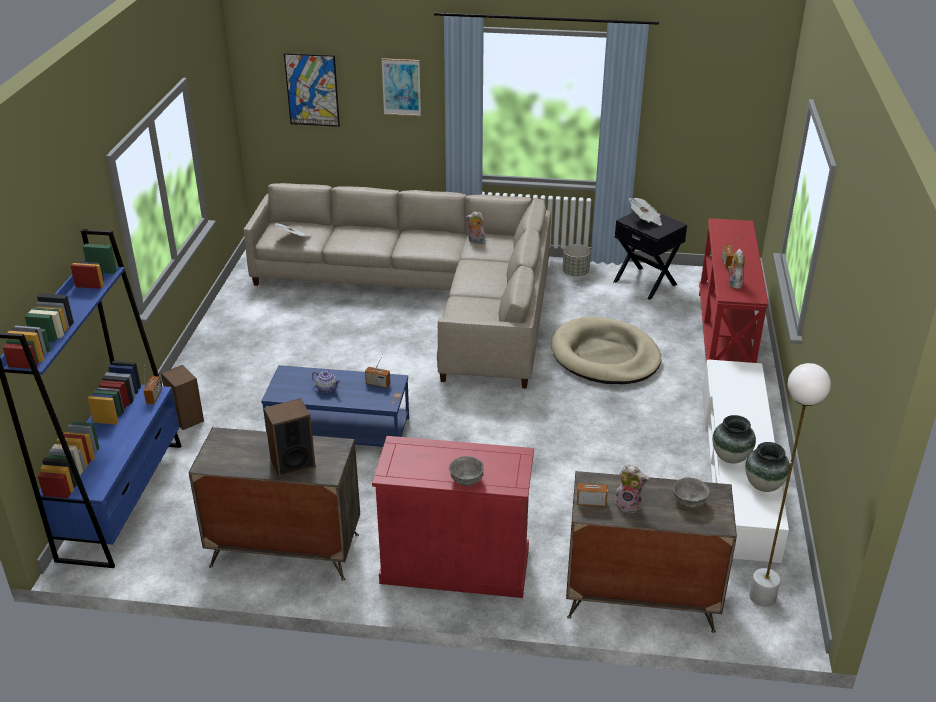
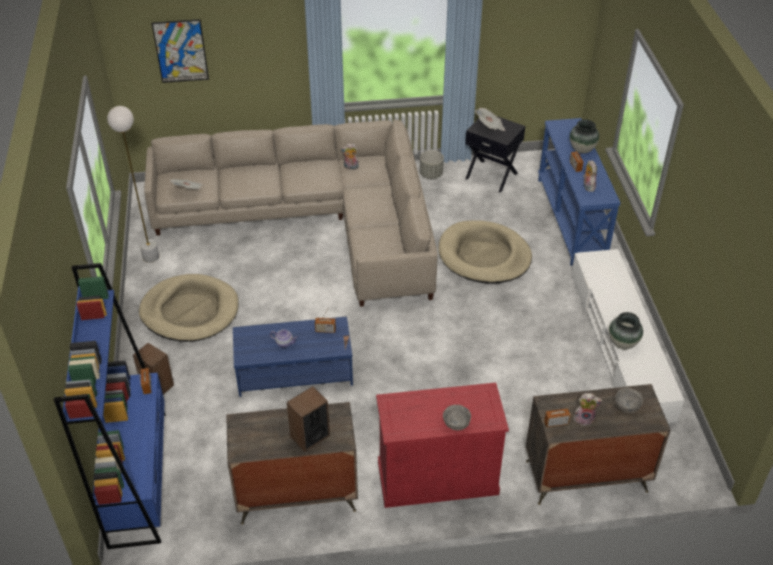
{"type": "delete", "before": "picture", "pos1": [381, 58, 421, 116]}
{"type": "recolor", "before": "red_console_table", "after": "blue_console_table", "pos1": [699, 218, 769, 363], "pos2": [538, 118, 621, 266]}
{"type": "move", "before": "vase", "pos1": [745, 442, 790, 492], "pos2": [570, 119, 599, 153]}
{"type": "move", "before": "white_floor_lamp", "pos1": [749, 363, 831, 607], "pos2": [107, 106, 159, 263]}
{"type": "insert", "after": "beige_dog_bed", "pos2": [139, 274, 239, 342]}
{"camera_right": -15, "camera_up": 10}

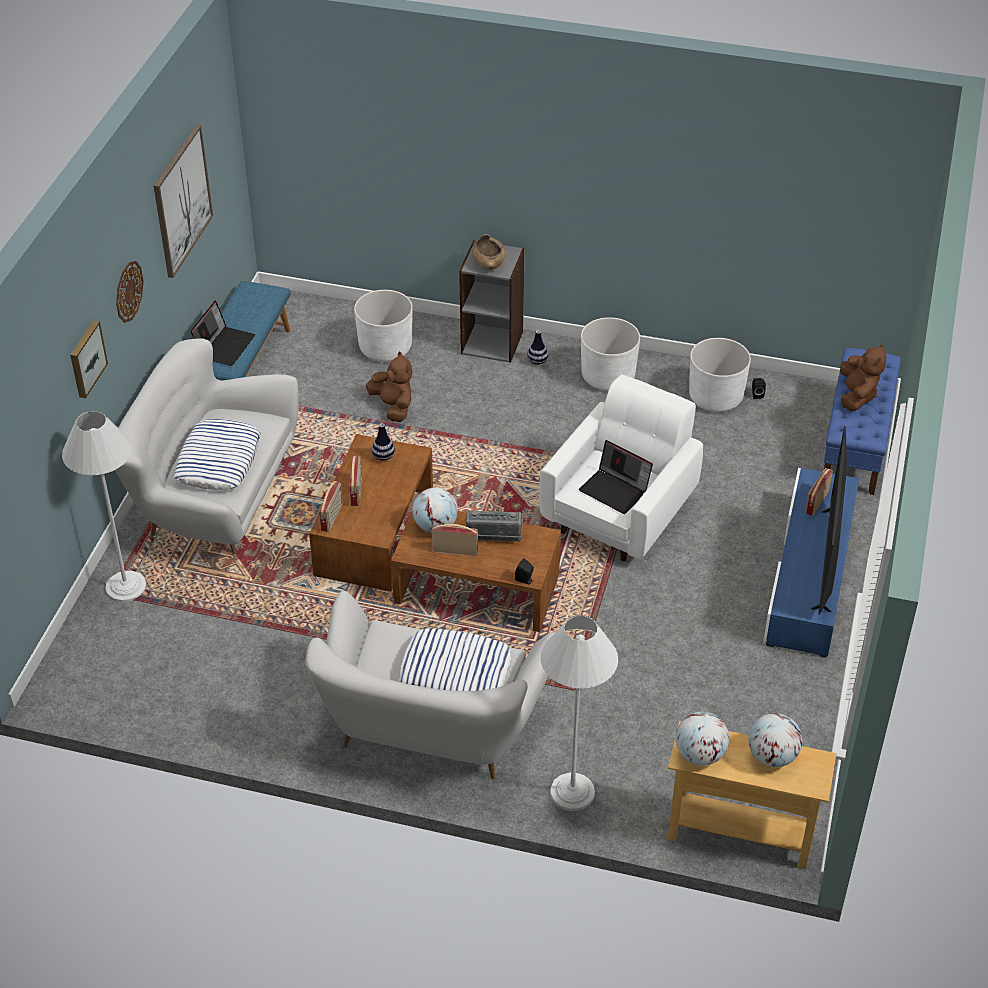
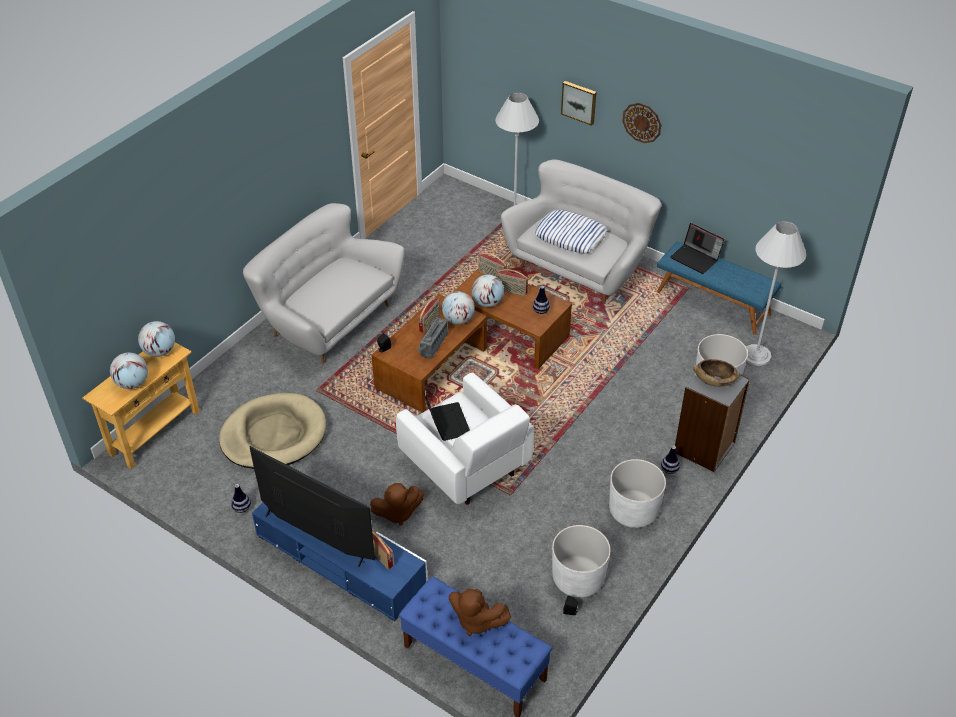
{"type": "delete", "before": "picture", "pos1": [154, 124, 213, 278]}
{"type": "move", "before": "brown_plush_toy", "pos1": [366, 352, 412, 422], "pos2": [370, 483, 424, 526]}
{"type": "delete", "before": "pillow", "pos1": [399, 629, 511, 691]}
{"type": "move", "before": "white_floor_lamp", "pos1": [541, 615, 618, 811], "pos2": [746, 221, 806, 366]}
{"type": "rotate", "before": "laptop", "pos1": [579, 440, 653, 514], "pos2": [423, 391, 470, 441], "turn": 105}
{"type": "insert", "after": "beige_dog_bed", "pos2": [219, 393, 326, 469]}
{"type": "insert", "after": "vase", "pos2": [231, 484, 251, 513]}
{"type": "insert", "after": "globe", "pos2": [472, 275, 504, 307]}
{"camera_right": 110, "camera_up": 0}

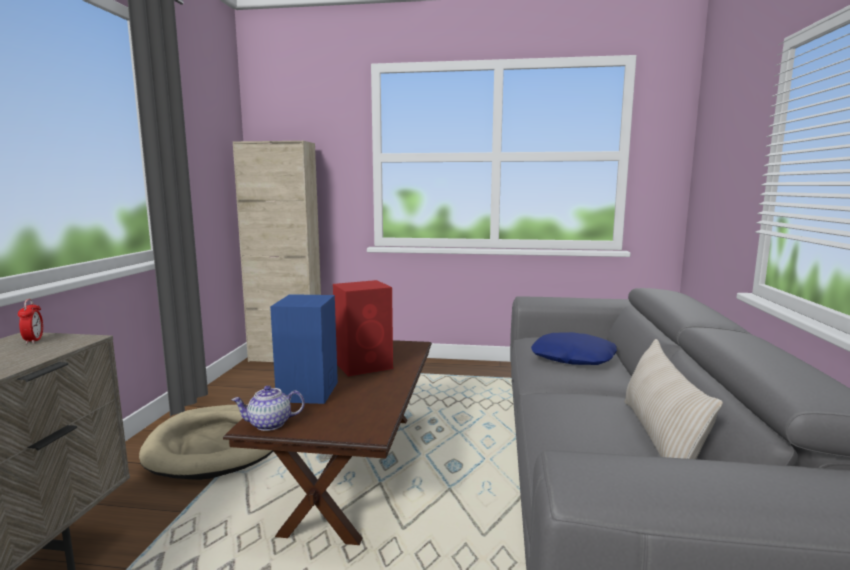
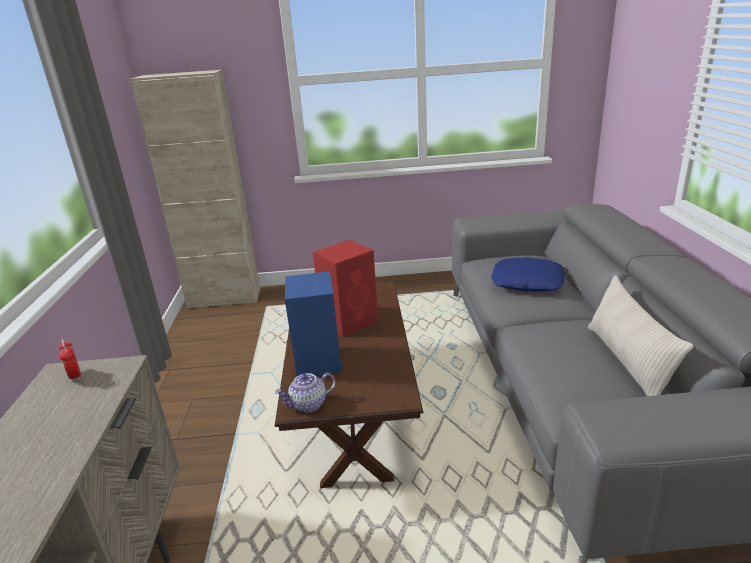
{"type": "delete", "before": "beige_dog_bed", "pos1": [139, 405, 273, 480]}
{"camera_right": -10, "camera_up": 15}

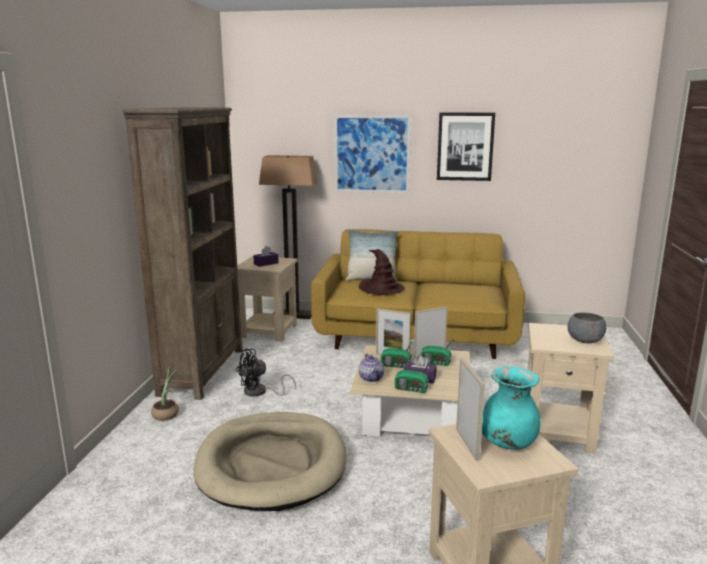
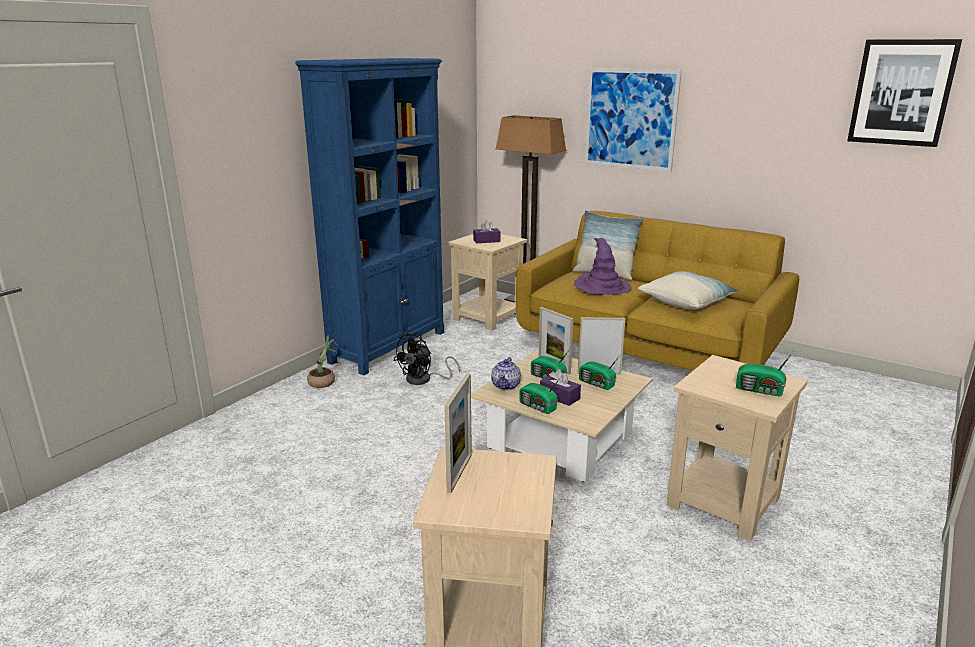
{"type": "recolor", "before": "brown_bookcase", "after": "blue_bookcase", "pos1": [122, 107, 243, 400], "pos2": [295, 58, 444, 375]}
{"type": "delete", "before": "beige_dog_bed", "pos1": [193, 412, 347, 511]}
{"type": "rotate", "before": "black_fan", "pos1": [236, 349, 296, 397], "pos2": [394, 333, 460, 385], "turn": -45}
{"type": "recolor", "before": "brown_hat", "after": "purple_hat", "pos1": [359, 249, 405, 295], "pos2": [574, 238, 631, 295]}
{"type": "move", "before": "picture", "pos1": [437, 112, 495, 181], "pos2": [847, 39, 962, 147]}
{"type": "delete", "before": "turquoise_vase", "pos1": [482, 366, 540, 450]}
{"type": "replace", "before": "grey_bowl", "after": "radio", "pos1": [568, 312, 606, 343], "pos2": [736, 351, 794, 397]}
{"type": "insert", "after": "pillow", "pos2": [638, 271, 739, 310]}
{"camera_right": 25, "camera_up": 5}

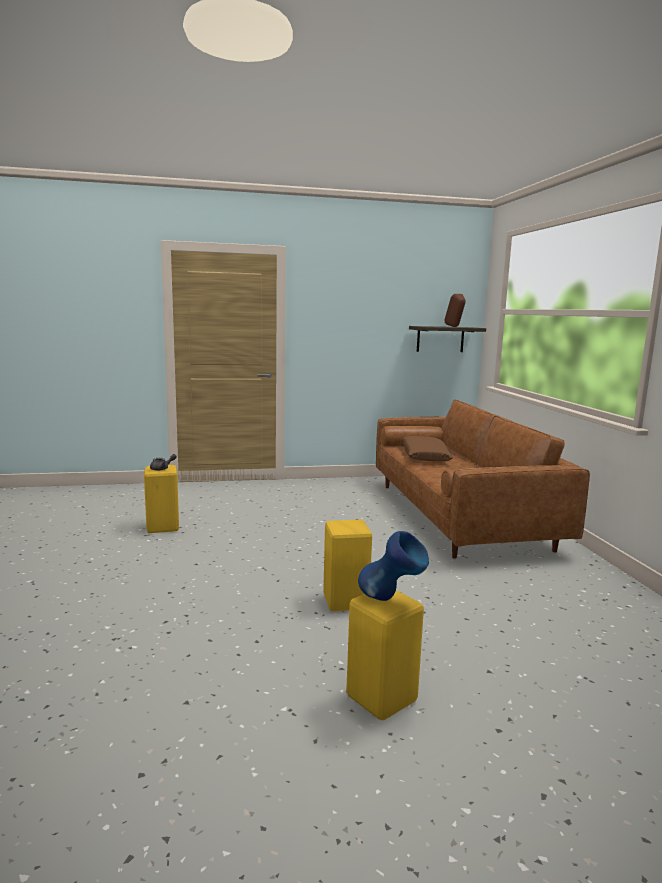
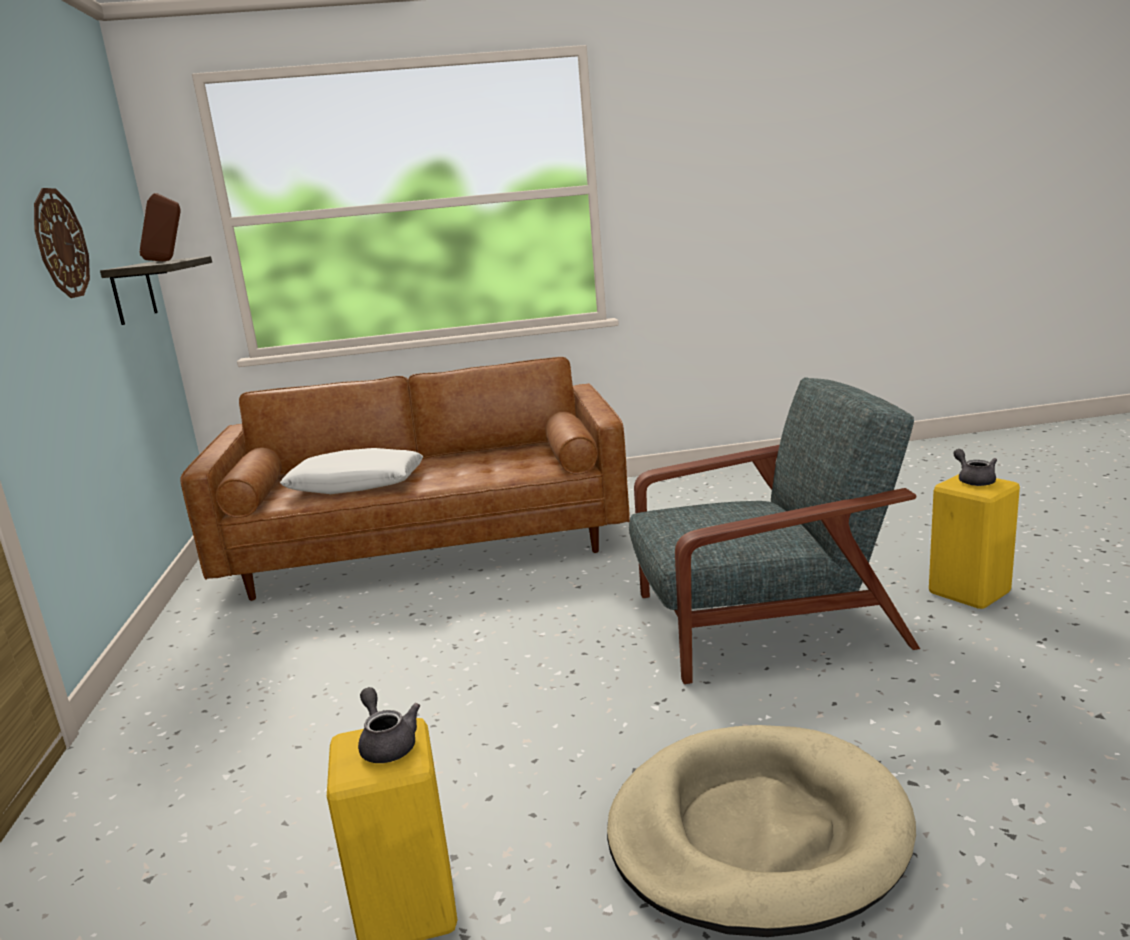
{"type": "replace", "before": "yellow_stool", "after": "grey_armchair", "pos1": [323, 520, 372, 611], "pos2": [629, 377, 920, 684]}
{"type": "replace", "before": "blue_vase", "after": "grey_teapot", "pos1": [358, 531, 429, 601], "pos2": [954, 449, 997, 486]}
{"type": "recolor", "before": "brown_pillow", "after": "white_pillow", "pos1": [401, 436, 453, 462], "pos2": [280, 448, 423, 494]}
{"type": "insert", "after": "wall_clock", "pos2": [34, 188, 90, 298]}
{"type": "insert", "after": "beige_dog_bed", "pos2": [607, 725, 916, 937]}
{"camera_right": -85, "camera_up": 5}

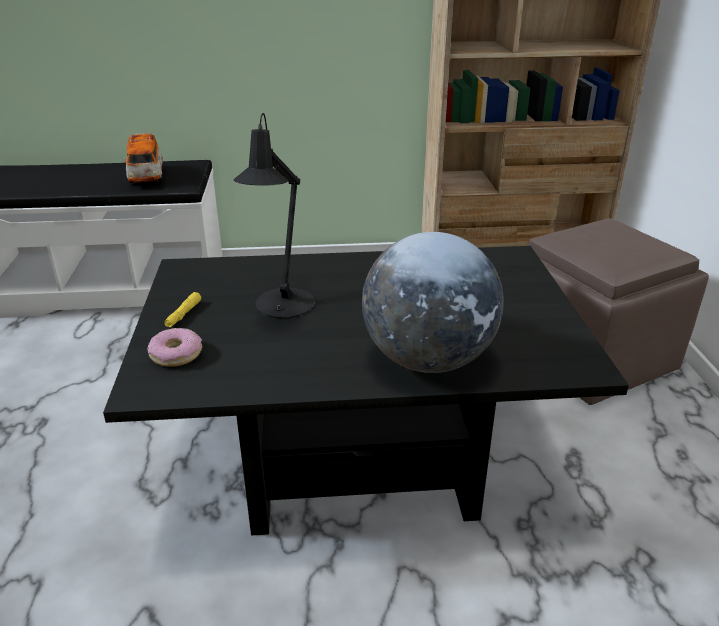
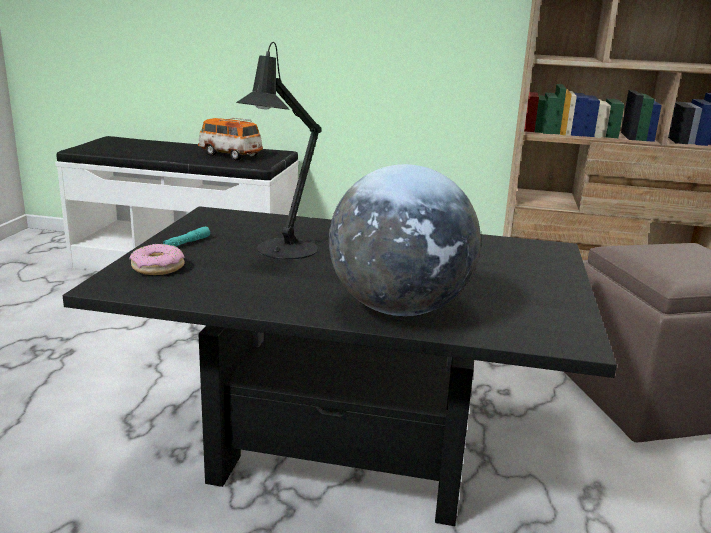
{"type": "rotate", "before": "toy_car", "pos1": [123, 132, 163, 183], "pos2": [198, 118, 263, 160], "turn": 120}
{"type": "recolor", "before": "yellow_flashlight", "after": "turquoise_flashlight", "pos1": [164, 292, 201, 327], "pos2": [163, 226, 210, 247]}
{"camera_right": 15, "camera_up": -10}

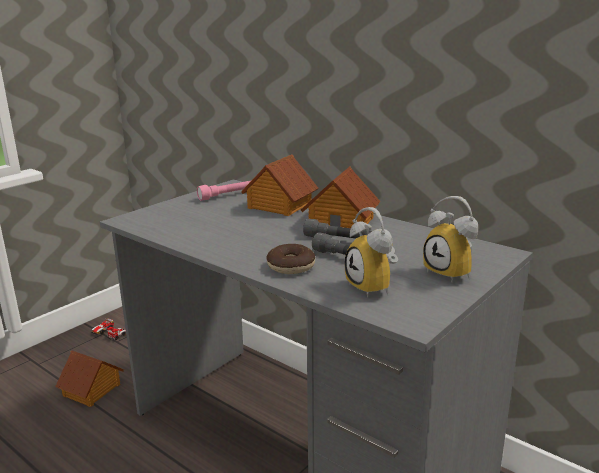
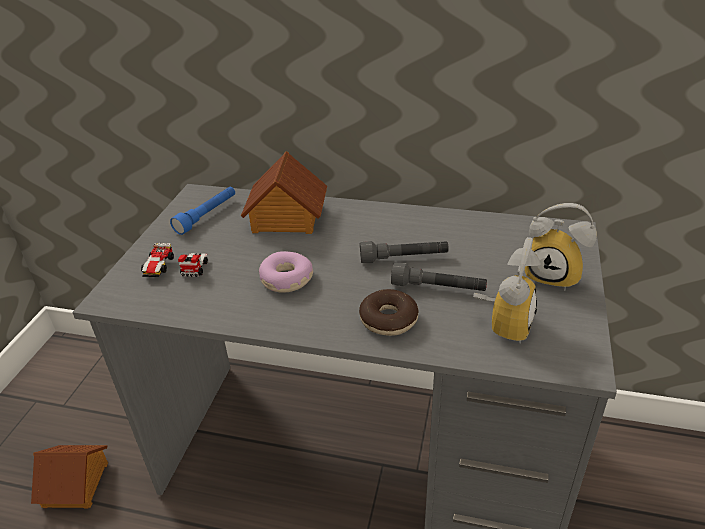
{"type": "move", "before": "toy_car", "pos1": [91, 318, 126, 340], "pos2": [141, 243, 208, 277]}
{"type": "recolor", "before": "pink_flashlight", "after": "blue_flashlight", "pos1": [197, 180, 252, 201], "pos2": [170, 187, 235, 235]}
{"type": "delete", "before": "toy_house", "pos1": [301, 167, 381, 228]}
{"type": "rotate", "before": "alarm_clock", "pos1": [345, 207, 398, 298], "pos2": [473, 237, 541, 344], "turn": -105}
{"type": "insert", "after": "donut", "pos2": [259, 251, 313, 293]}
{"camera_right": -25, "camera_up": 15}

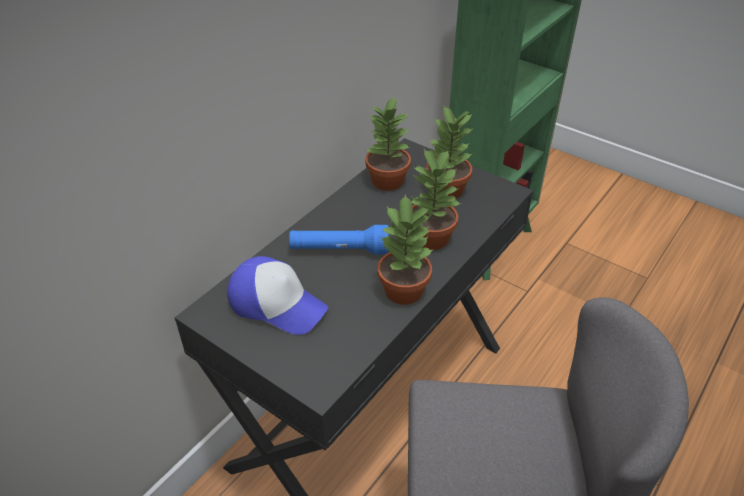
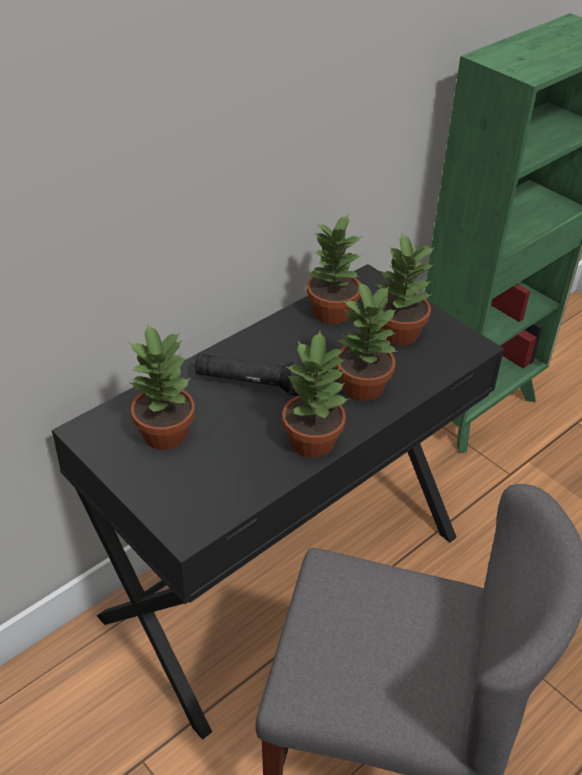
{"type": "replace", "before": "cap", "after": "potted_plant", "pos1": [227, 256, 329, 335], "pos2": [129, 323, 195, 450]}
{"type": "recolor", "before": "blue_flashlight", "after": "black_flashlight", "pos1": [289, 225, 389, 254], "pos2": [195, 353, 306, 396]}
{"camera_right": 10, "camera_up": 0}

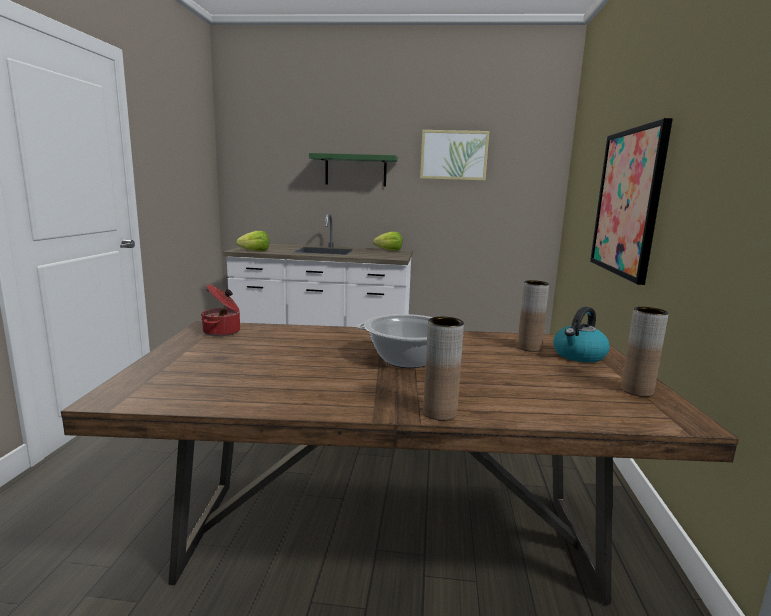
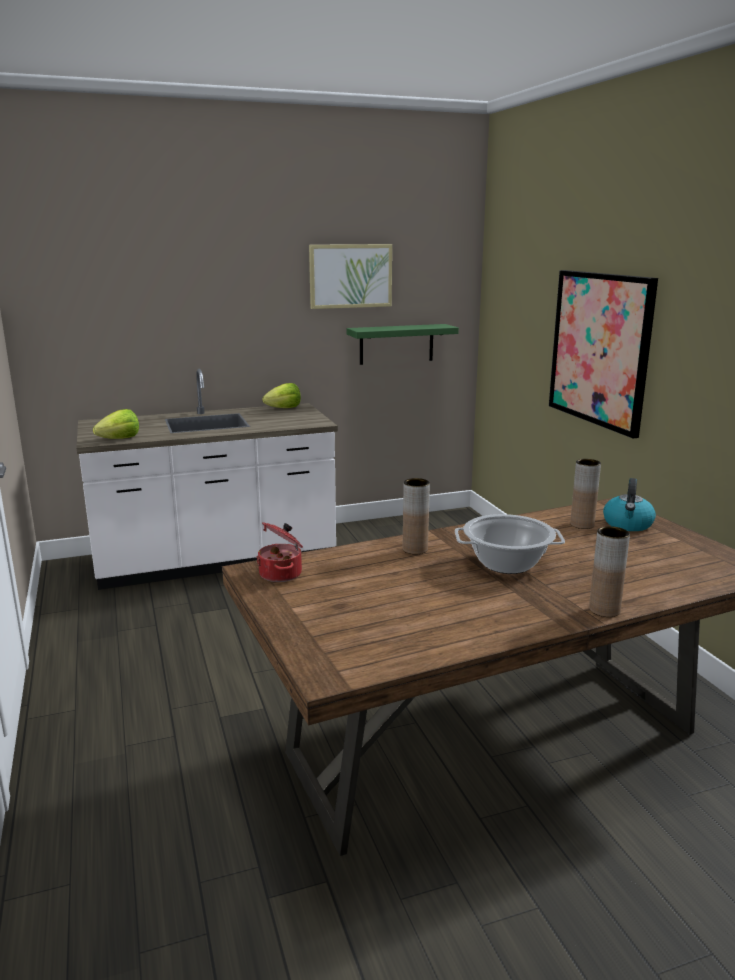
{"type": "move", "before": "green_shelf", "pos1": [309, 153, 398, 186], "pos2": [347, 324, 459, 365]}
{"type": "move", "before": "brown_vase", "pos1": [621, 307, 669, 397], "pos2": [403, 478, 430, 554]}
{"camera_right": -25, "camera_up": 5}

